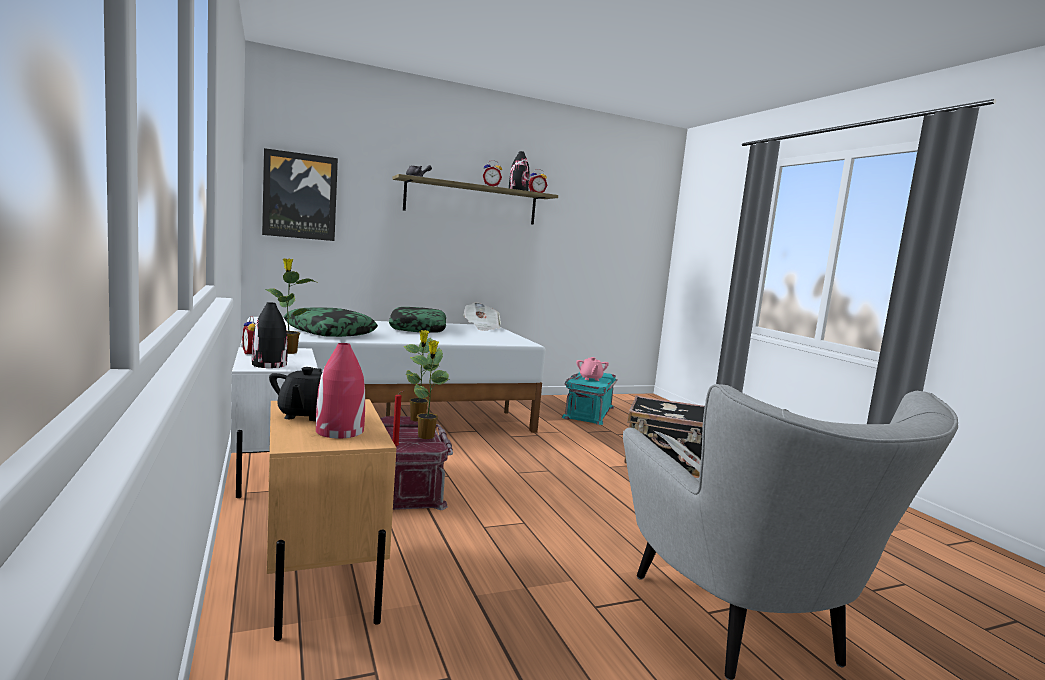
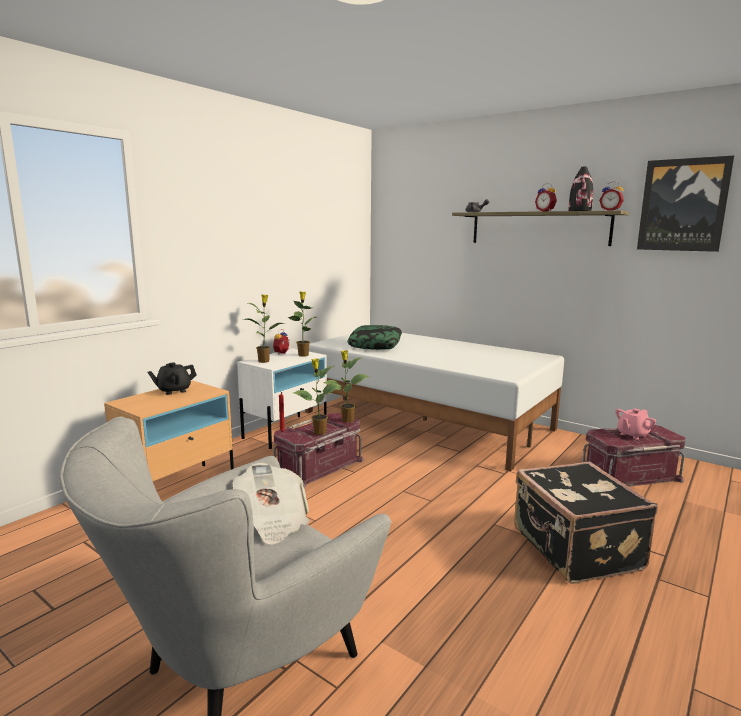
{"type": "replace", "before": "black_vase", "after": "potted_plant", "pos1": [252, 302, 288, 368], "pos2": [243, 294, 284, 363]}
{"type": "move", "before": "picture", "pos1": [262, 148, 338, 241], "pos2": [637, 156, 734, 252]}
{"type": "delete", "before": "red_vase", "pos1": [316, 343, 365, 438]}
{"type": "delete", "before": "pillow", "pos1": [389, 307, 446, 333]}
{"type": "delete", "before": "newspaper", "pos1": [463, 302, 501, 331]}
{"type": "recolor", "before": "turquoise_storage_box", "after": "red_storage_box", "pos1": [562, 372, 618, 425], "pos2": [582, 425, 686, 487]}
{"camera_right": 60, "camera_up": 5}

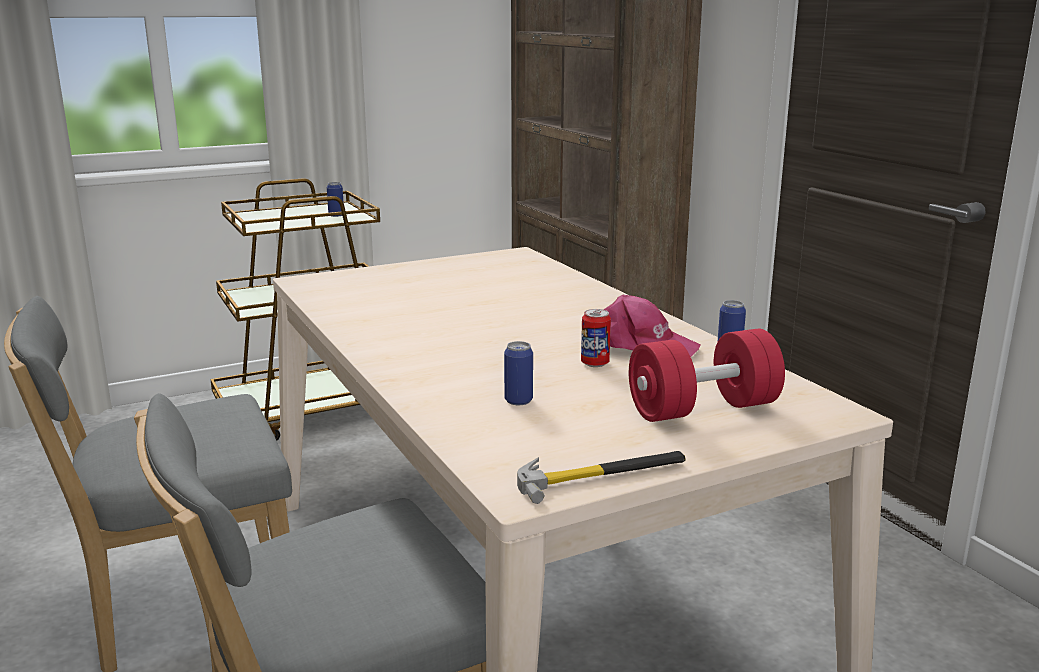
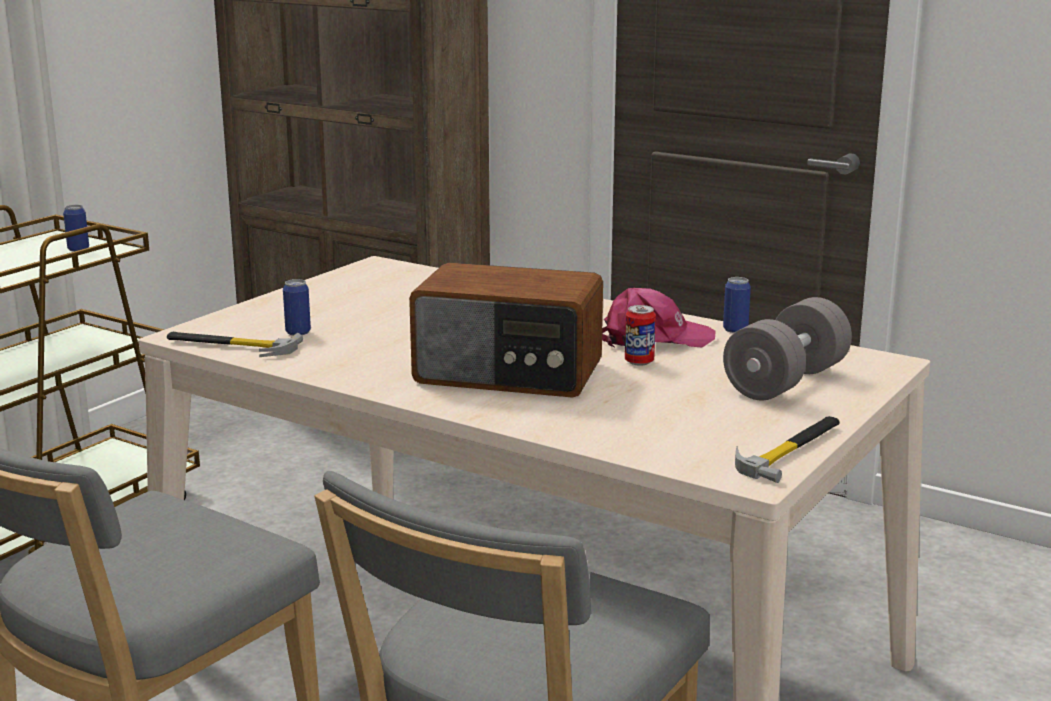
{"type": "move", "before": "can", "pos1": [504, 341, 533, 405], "pos2": [283, 279, 311, 335]}
{"type": "recolor", "before": "red_dumbbell", "after": "grey_dumbbell", "pos1": [629, 328, 785, 422], "pos2": [723, 297, 852, 400]}
{"type": "insert", "after": "hammer", "pos2": [167, 332, 303, 357]}
{"type": "insert", "after": "radio", "pos2": [409, 263, 603, 398]}
{"camera_right": -30, "camera_up": 0}

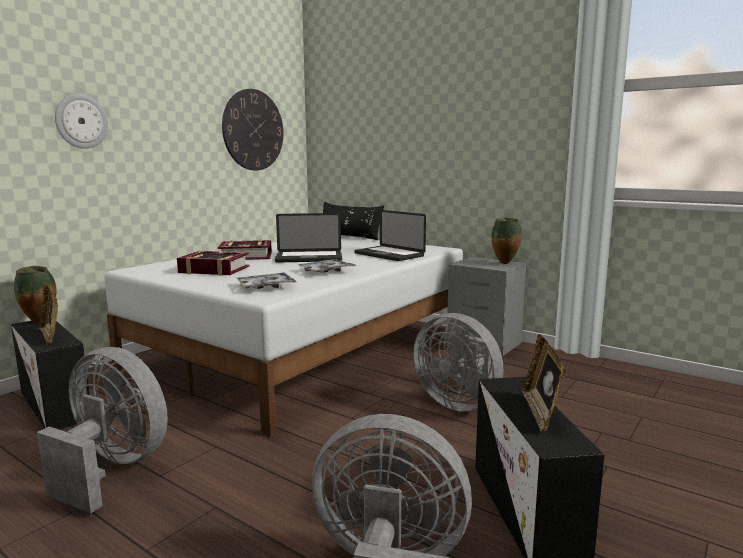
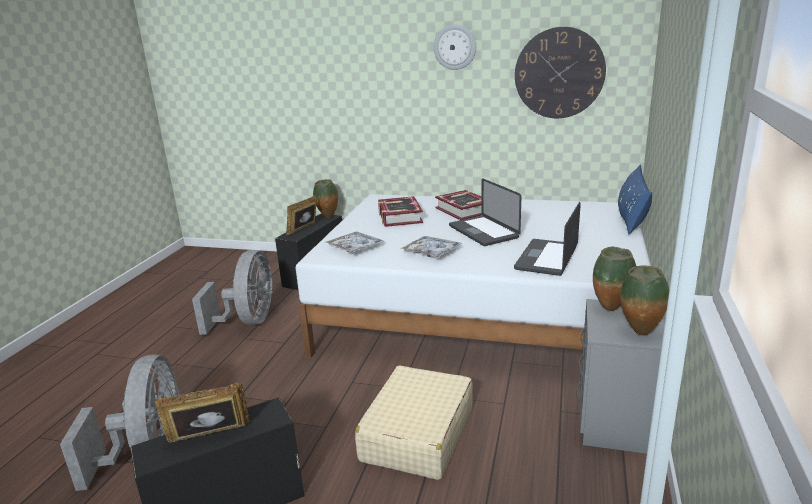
{"type": "move", "before": "wall_clock", "pos1": [55, 94, 108, 149], "pos2": [434, 24, 476, 70]}
{"type": "recolor", "before": "black_pillow", "after": "blue_pillow", "pos1": [323, 201, 384, 240], "pos2": [618, 165, 652, 234]}
{"type": "replace", "before": "grey_fan", "after": "beige_suitcase", "pos1": [413, 313, 503, 411], "pos2": [355, 365, 473, 480]}
{"type": "insert", "after": "vase", "pos2": [593, 247, 636, 311]}
{"camera_right": 70, "camera_up": 10}

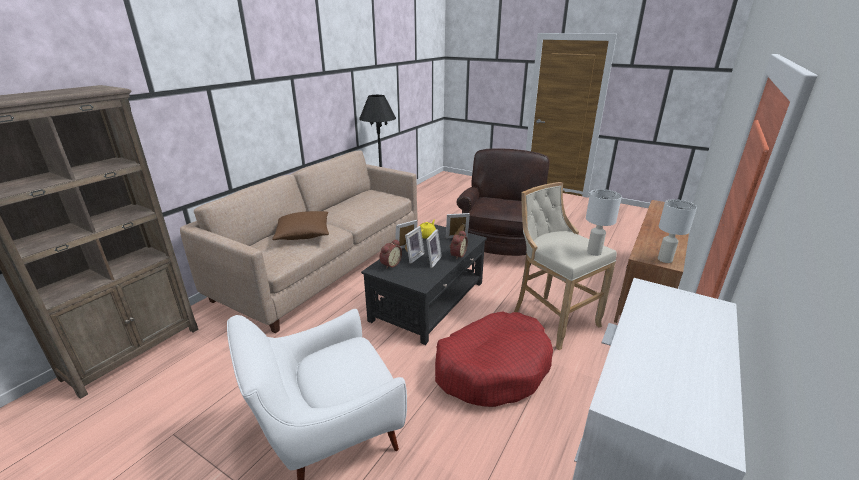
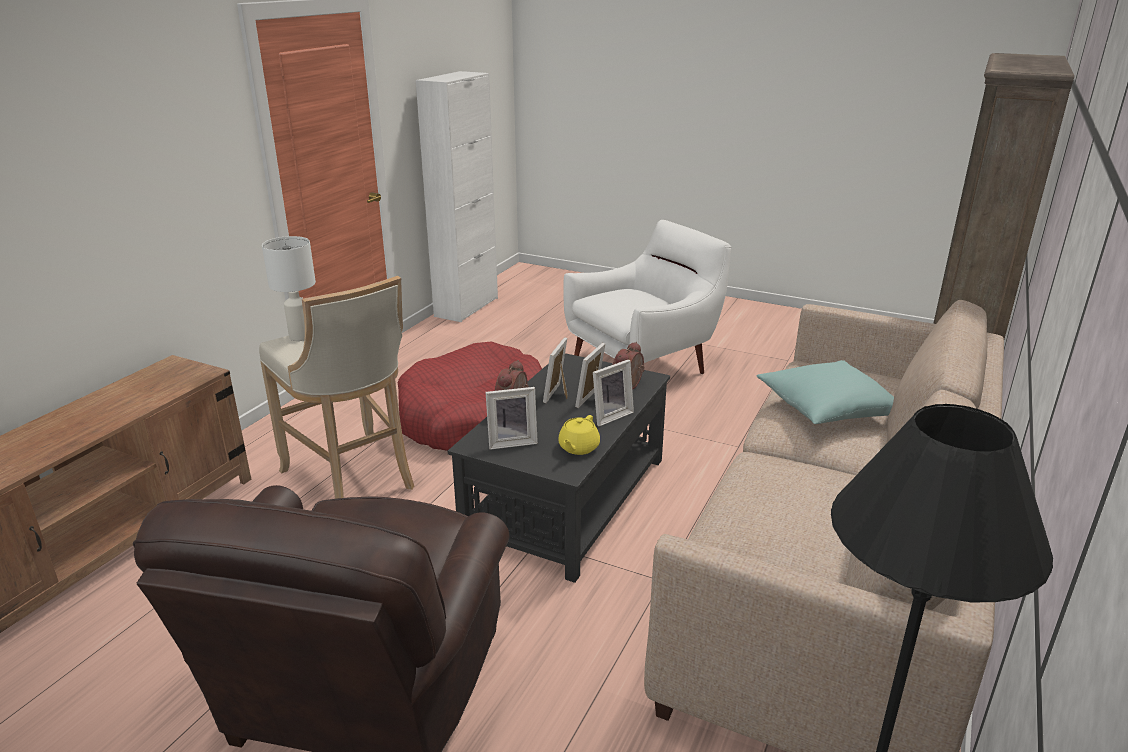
{"type": "recolor", "before": "brown_pillow", "after": "turquoise_pillow", "pos1": [272, 211, 329, 240], "pos2": [757, 360, 894, 424]}
{"type": "delete", "before": "white_table_lamp", "pos1": [658, 199, 697, 263]}
{"camera_right": 175, "camera_up": 0}

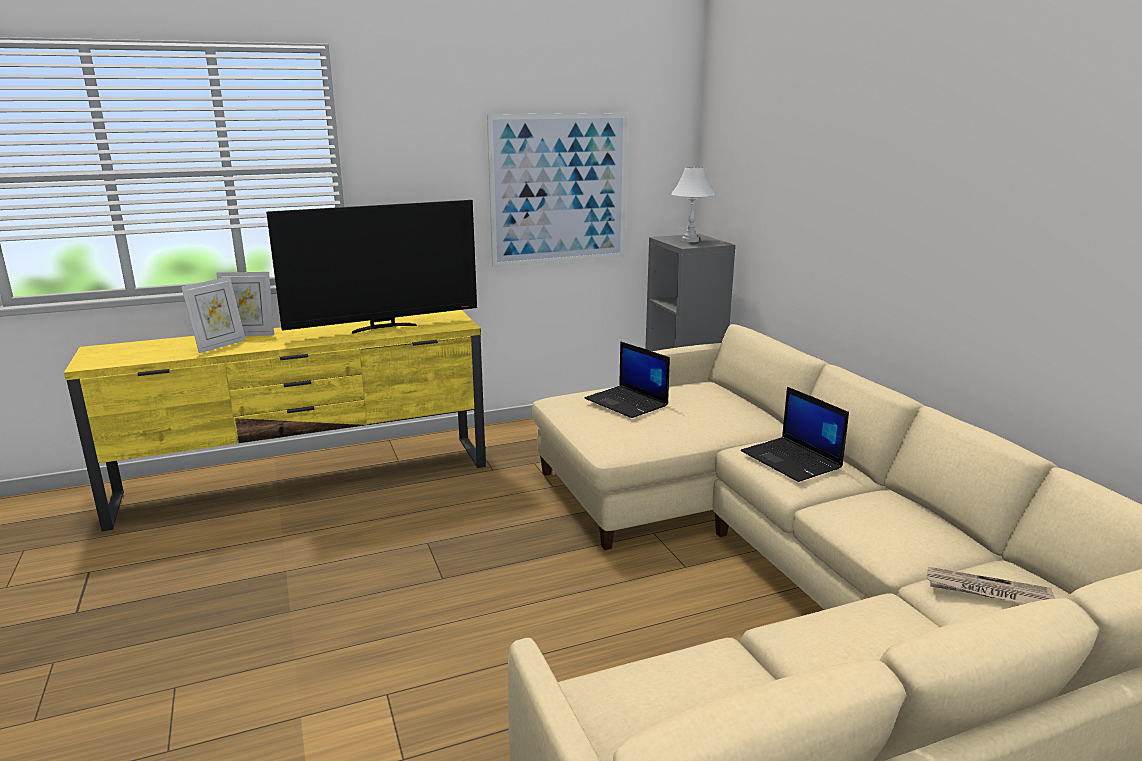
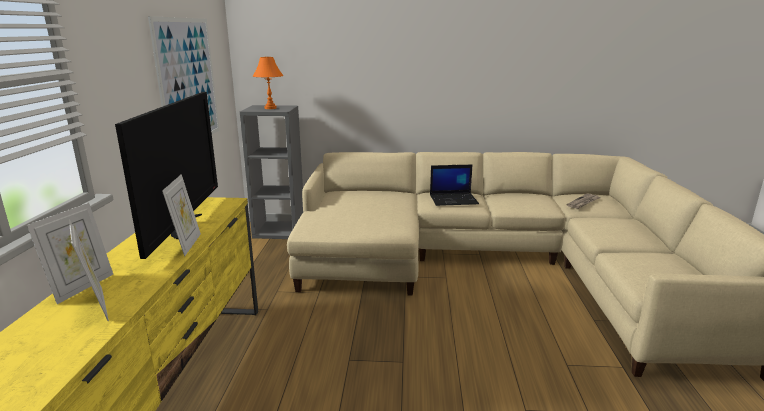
{"type": "delete", "before": "laptop", "pos1": [584, 341, 670, 418]}
{"type": "recolor", "before": "white_table_lamp", "after": "orange_table_lamp", "pos1": [671, 167, 715, 242], "pos2": [253, 57, 284, 109]}
{"type": "insert", "after": "picture_frame", "pos2": [162, 174, 201, 256]}
{"camera_right": -65, "camera_up": 0}

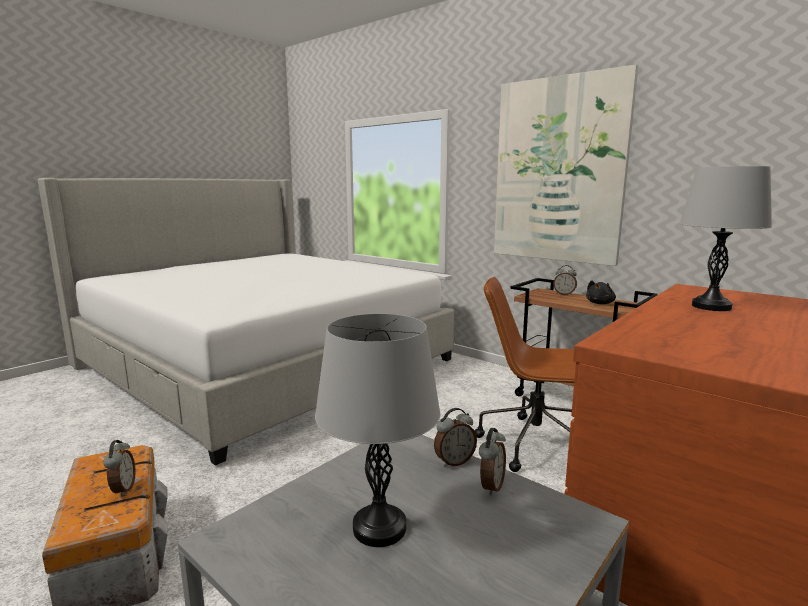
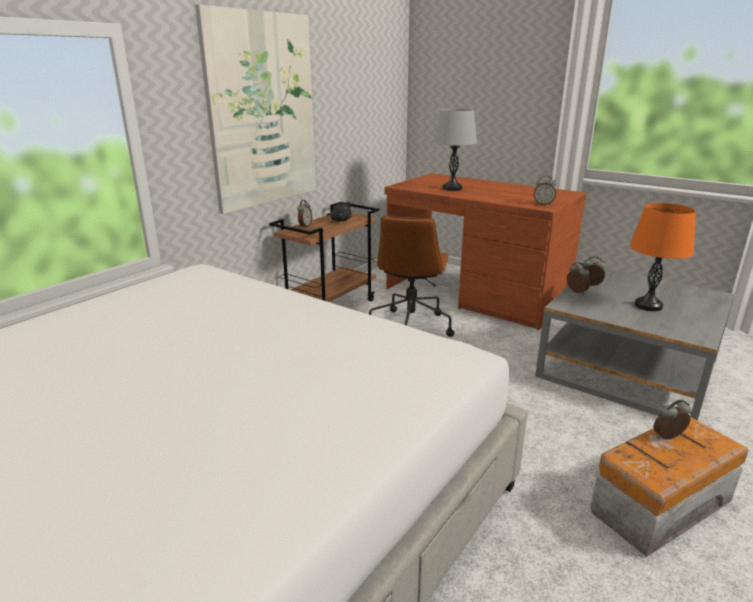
{"type": "recolor", "before": "grey_table_lamp", "after": "orange_table_lamp", "pos1": [315, 314, 441, 547], "pos2": [630, 203, 696, 311]}
{"type": "insert", "after": "alarm_clock", "pos2": [534, 176, 556, 205]}
{"camera_right": -95, "camera_up": 10}

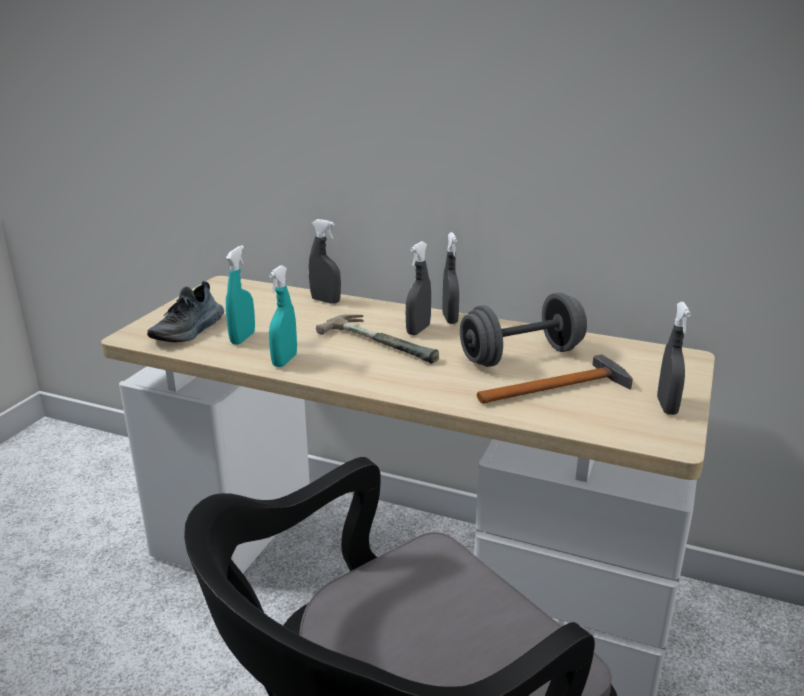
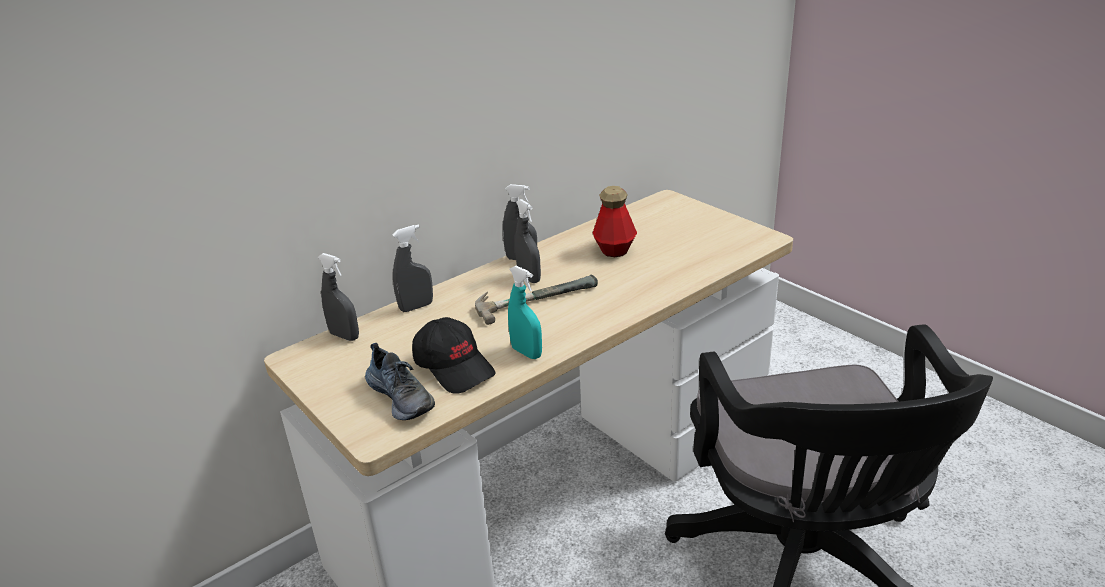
{"type": "replace", "before": "turquoise_spray_bottle", "after": "black_cap", "pos1": [226, 245, 255, 345], "pos2": [412, 317, 496, 394]}
{"type": "replace", "before": "grey_dumbbell", "after": "bottle", "pos1": [460, 292, 587, 367], "pos2": [593, 186, 637, 257]}
{"type": "delete", "before": "hammer", "pos1": [477, 354, 633, 404]}
{"type": "move", "before": "grey_spray_bottle", "pos1": [657, 302, 691, 415], "pos2": [318, 253, 359, 341]}
{"camera_right": -60, "camera_up": 5}

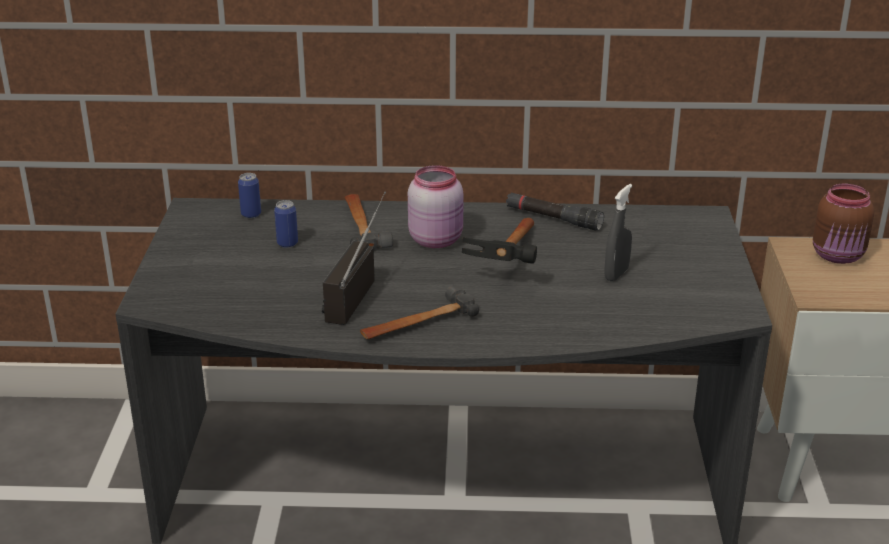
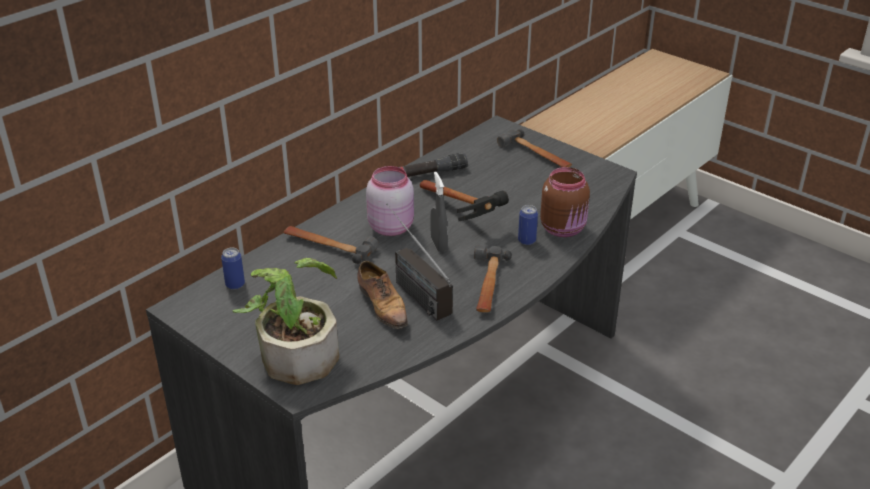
{"type": "move", "before": "can", "pos1": [274, 200, 298, 248], "pos2": [518, 205, 538, 245]}
{"type": "move", "before": "grey_spray_bottle", "pos1": [604, 184, 632, 282], "pos2": [430, 172, 448, 252]}
{"type": "move", "before": "brown_jar", "pos1": [813, 184, 874, 264], "pos2": [540, 167, 590, 237]}
{"type": "insert", "after": "potted_plant", "pos2": [232, 258, 339, 385]}
{"type": "insert", "after": "shoe", "pos2": [357, 261, 408, 329]}
{"type": "insert", "after": "hammer", "pos2": [497, 129, 572, 167]}
{"camera_right": -50, "camera_up": 5}

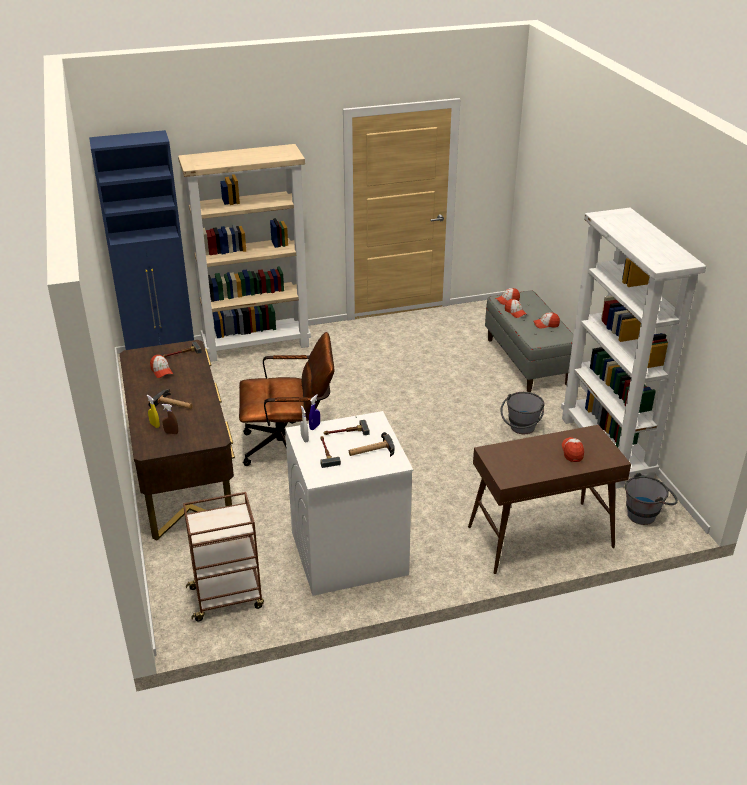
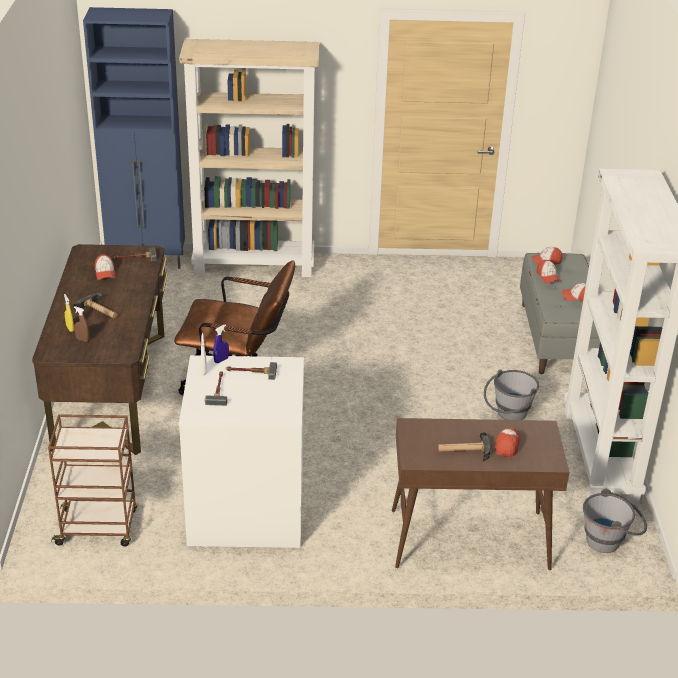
{"type": "move", "before": "hammer", "pos1": [349, 432, 394, 457], "pos2": [438, 432, 490, 461]}
{"camera_right": 15, "camera_up": 0}

